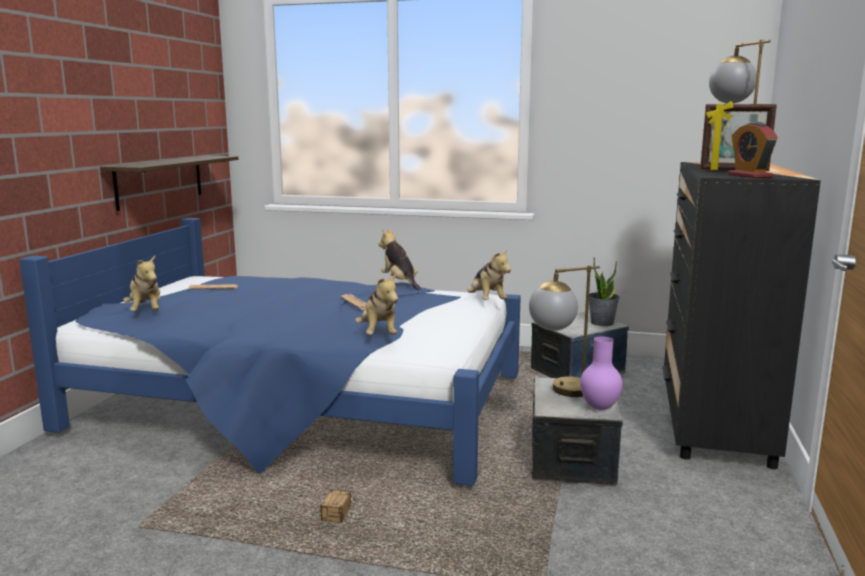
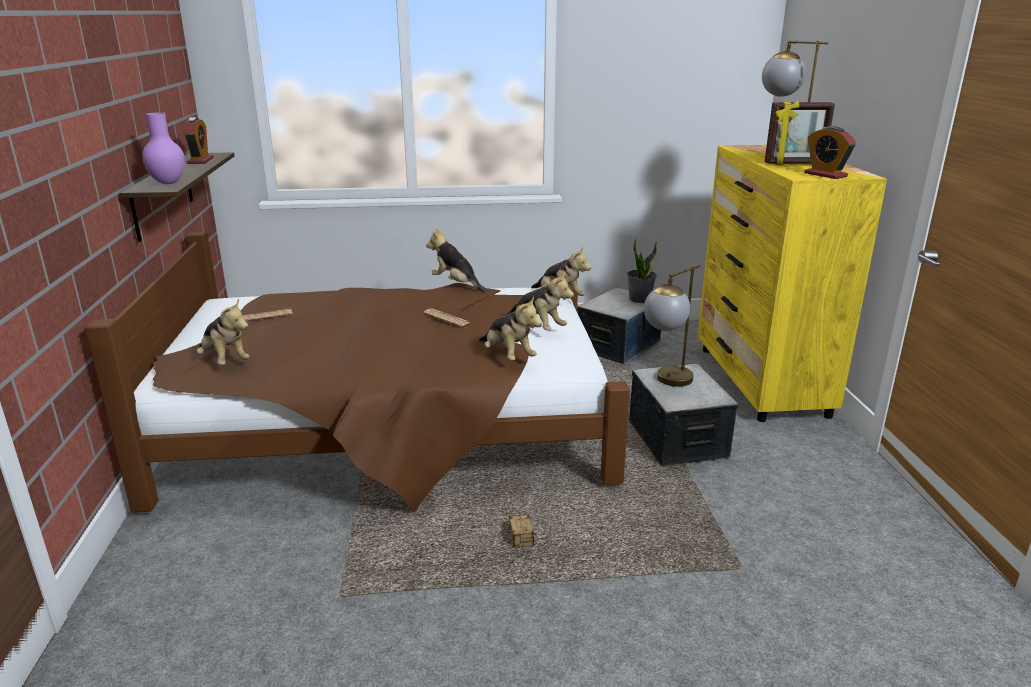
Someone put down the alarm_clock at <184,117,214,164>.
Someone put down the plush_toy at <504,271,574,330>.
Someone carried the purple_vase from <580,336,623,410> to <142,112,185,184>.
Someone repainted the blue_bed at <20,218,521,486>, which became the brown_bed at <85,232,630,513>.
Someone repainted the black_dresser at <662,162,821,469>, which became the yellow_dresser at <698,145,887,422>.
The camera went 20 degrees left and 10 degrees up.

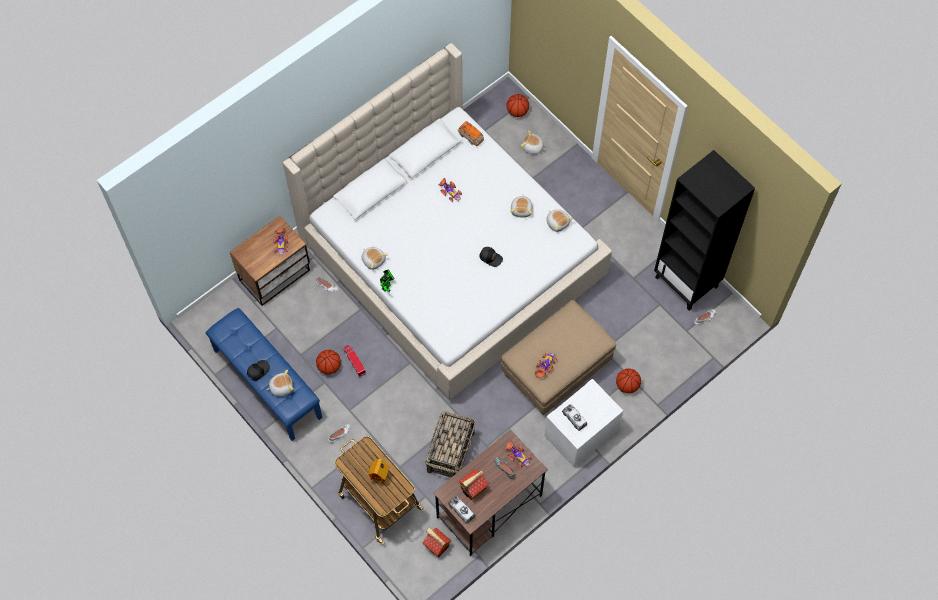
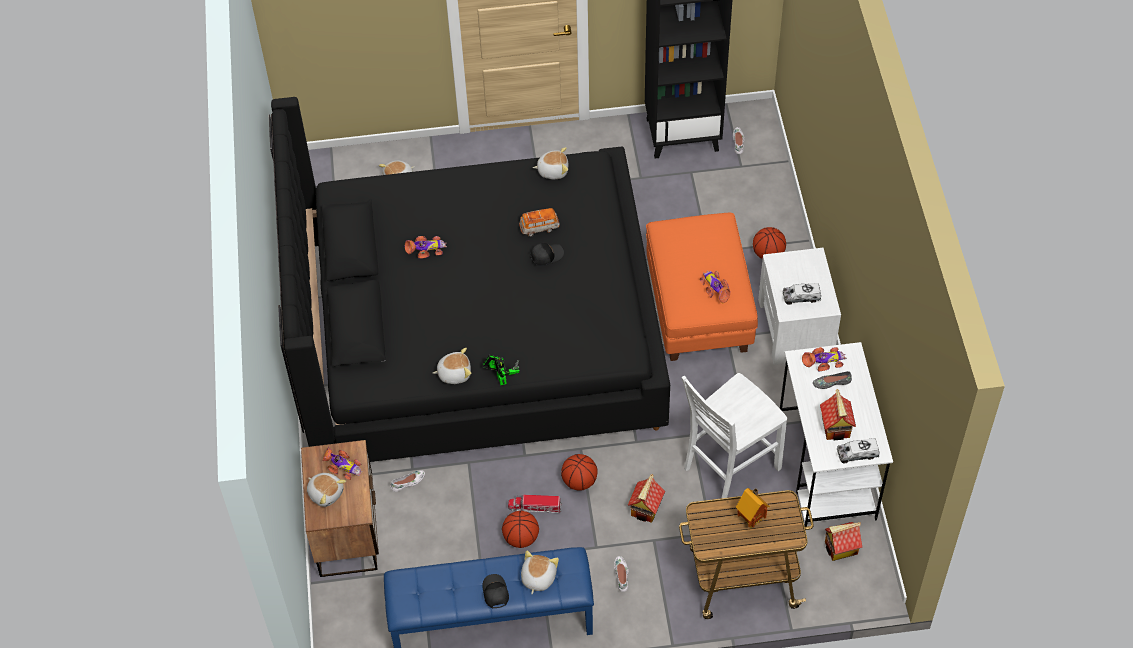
Someone put down the toy_house at <628,474,665,523>.
Someone carried the toy_car from <458,121,484,146> to <519,208,560,237>.
Someone carried the basketball from <506,94,529,117> to <561,454,598,491>.
Someone carried the plush_toy from <510,195,533,218> to <307,473,346,507>.
Someone swapped the basket at <425,411,475,477> for the white_chair at <682,373,788,498>.
Someone repainted the beige_bed at <283,43,612,399>, which became the black_bed at <269,97,670,462>.
Someone repainted the brown_desk at <433,429,548,556>, which became the white_desk at <780,342,893,527>.
Someone repainted the beige_ottoman at <501,300,616,415>, which became the orange_ottoman at <646,213,758,361>.
The camera went 55 degrees left and 10 degrees down.

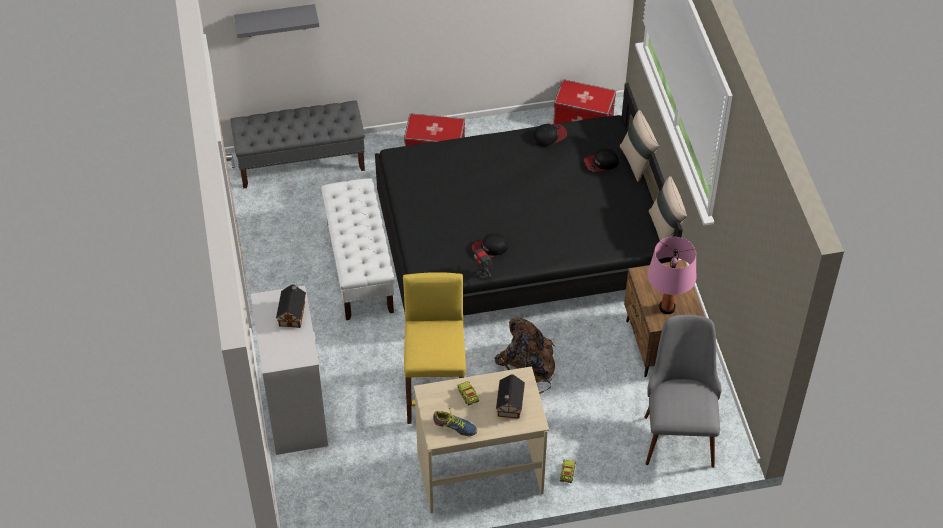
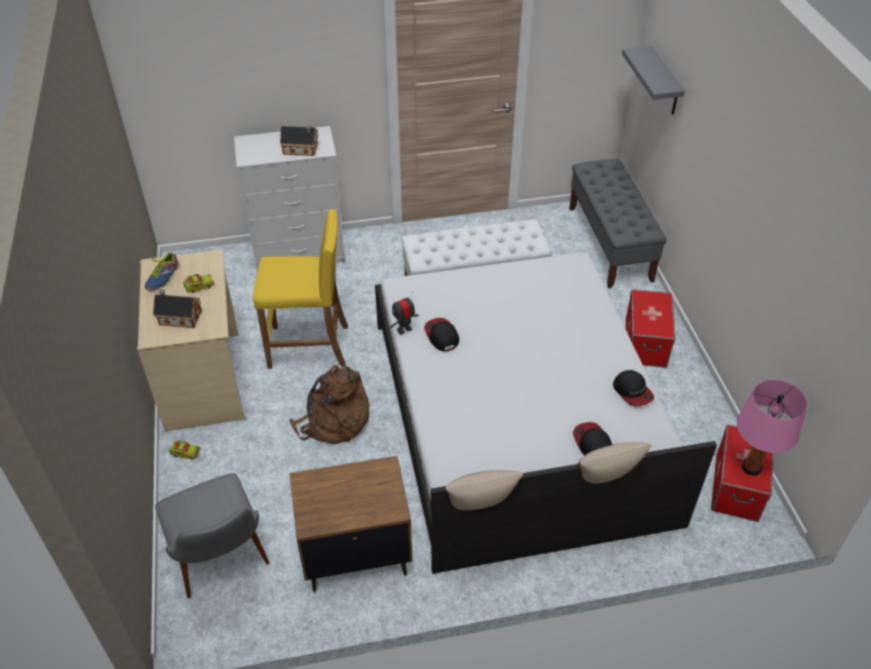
Someone carried the pink_table_lamp from <648,237,696,314> to <737,379,807,476>.
Someone repainted the black_bed at <375,83,683,316>, which became the white_bed at <375,252,717,574>.
Someone rotated the grey_chair at <644,315,721,468> by 60 degrees clockwise.
The camera went 90 degrees right and 5 degrees down.

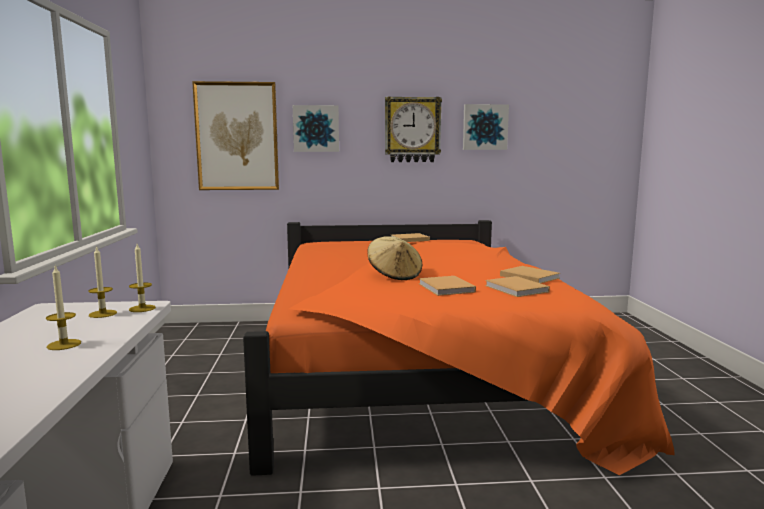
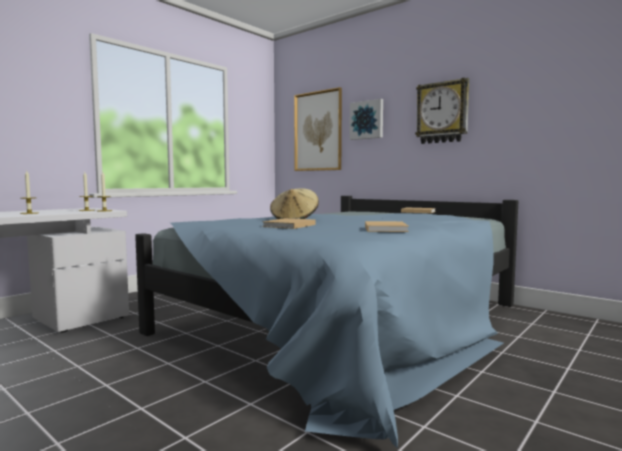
Someone took away the picture at <463,104,509,150>.
Someone took away the beige_book at <485,276,550,297>.
Someone repainted the orange_bed at <243,220,675,476>, which became the blue_bed at <135,196,518,449>.
The camera went 45 degrees right and 5 degrees down.

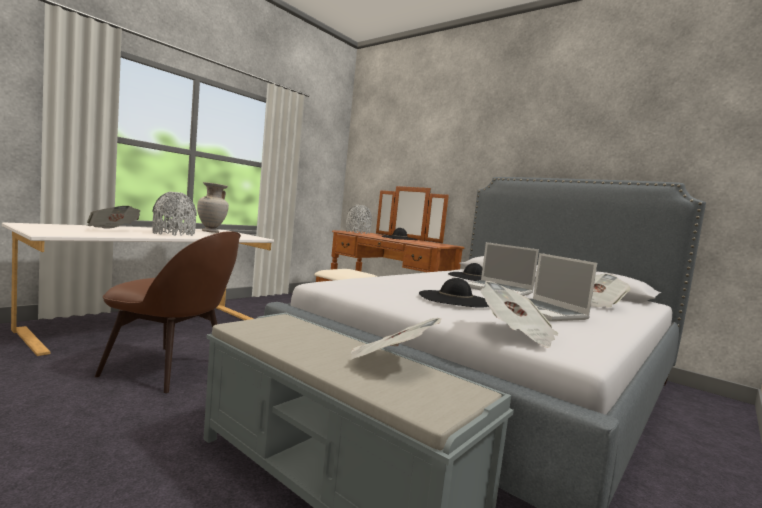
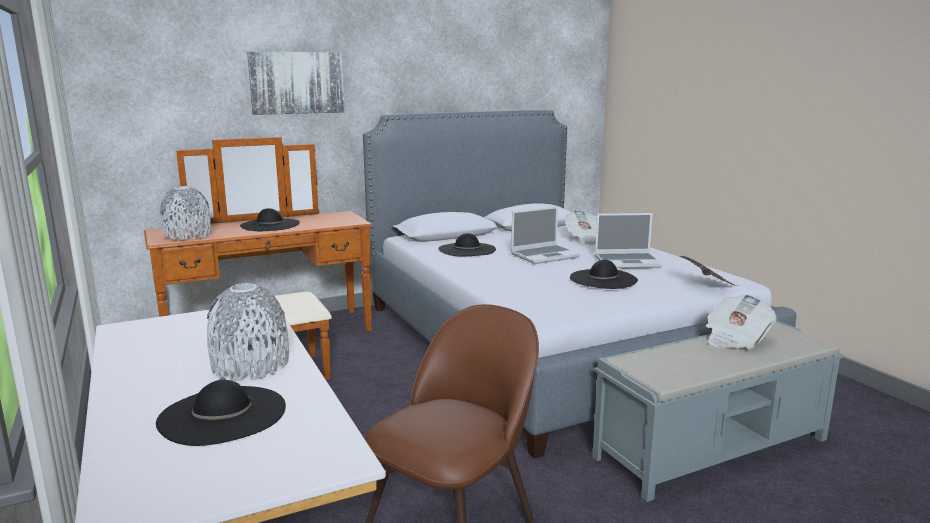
Someone took away the beige_vase at <197,182,229,233>.
Someone put up the picture at <247,51,345,115>.
Someone swapped the newspaper at <87,206,140,229> for the black_hat at <156,380,286,446>.
The camera went 65 degrees left and 10 degrees up.

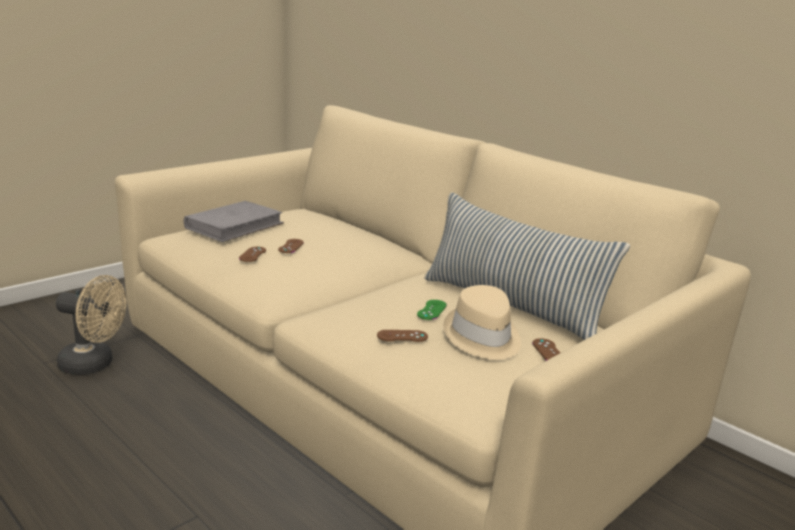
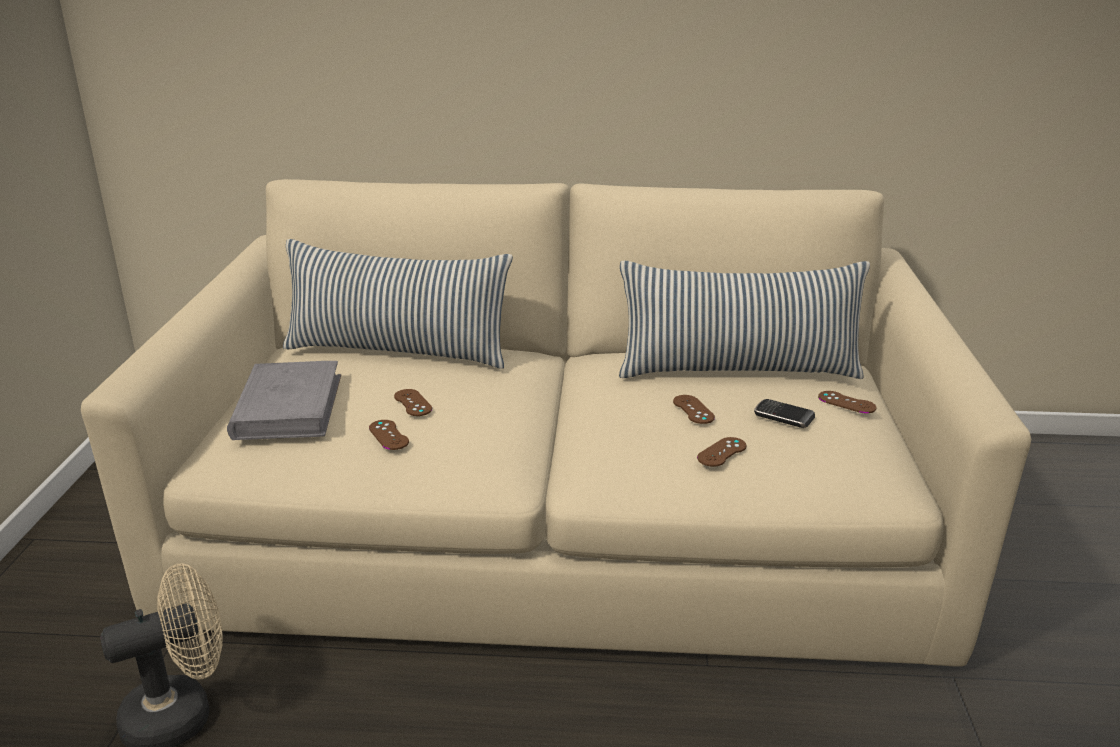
Someone put down the pillow at <283,239,513,369>.
Someone swapped the beige_hat at <443,285,521,360> for the phone at <754,399,815,428>.
Someone repainted the green_game_controller at <417,300,447,320>, which became the brown_game_controller at <673,395,715,424>.
The camera went 40 degrees left and 5 degrees up.

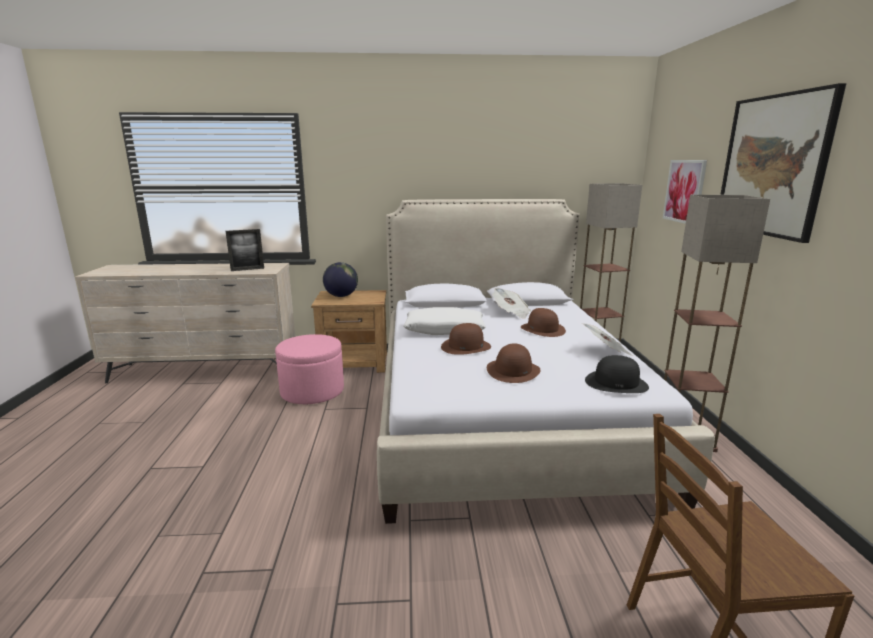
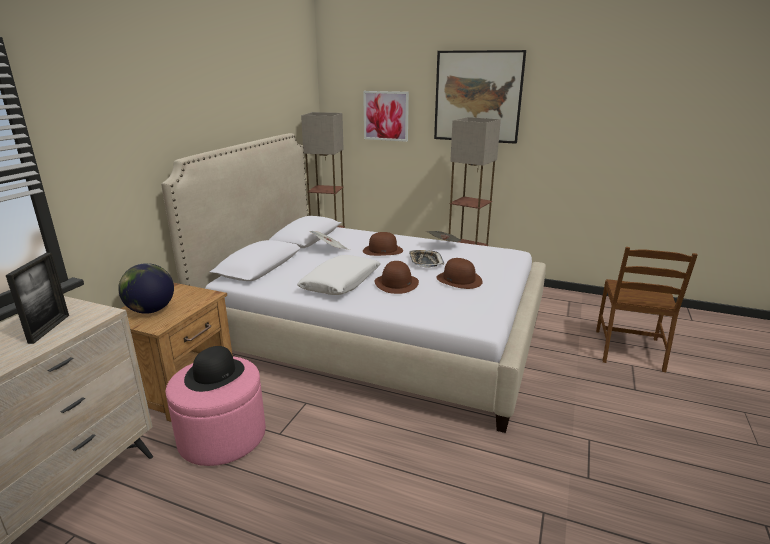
Someone put down the tray at <409,250,444,268>.
Someone carried the black_hat from <585,355,649,393> to <184,346,244,392>.
The camera went 65 degrees left and 5 degrees up.

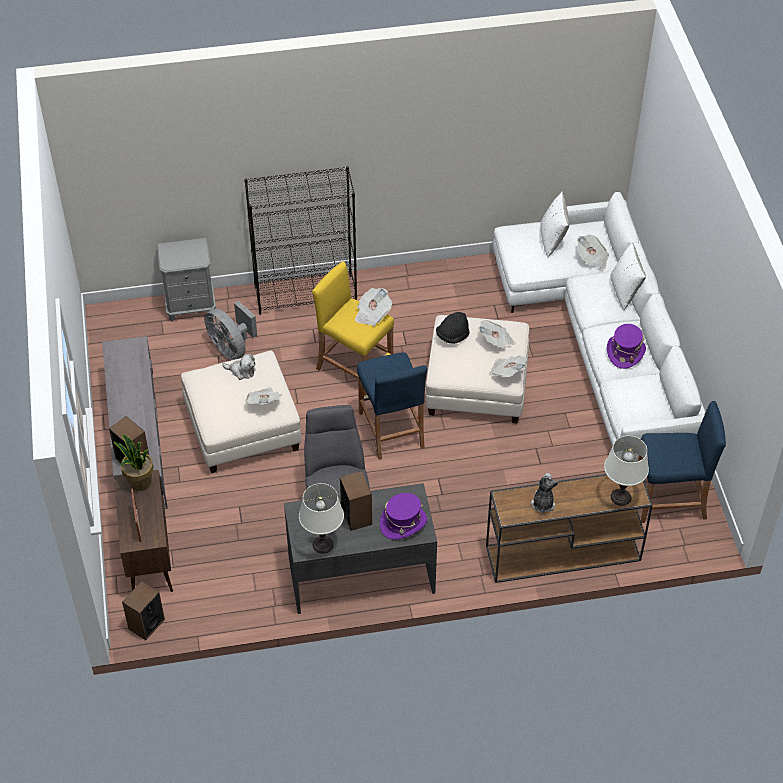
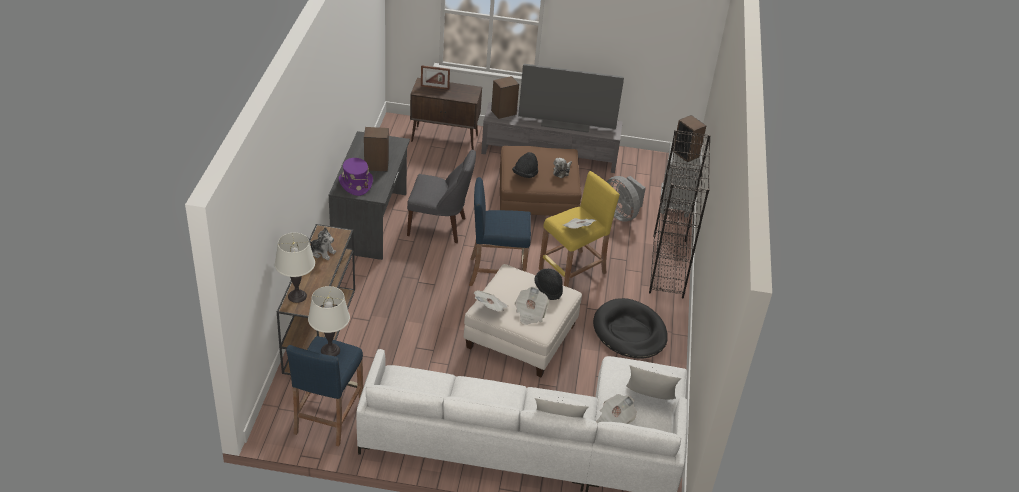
Someone took away the potted_plant at <113,435,154,491>.
Someone took away the purple_hat at <607,324,646,369>.
Someone put down the television at <518,64,624,133>.
Someone put down the black_dog_bed at <593,298,668,358>.
Someone carried the speaker from <122,581,165,640> to <673,115,706,162>.
Someone carried the white_table_lamp from <299,483,344,553> to <308,286,350,356>.
Someone swapped the newspaper at <245,387,282,405> for the black_hat at <512,152,538,178>.
Someone repainted the white_ottoman at <181,351,301,474>, which became the brown_ottoman at <500,146,582,216>.
Someone rotated the grey_fan at <204,301,257,360> by 105 degrees counterclockwise.
The camera went 105 degrees right and 10 degrees down.

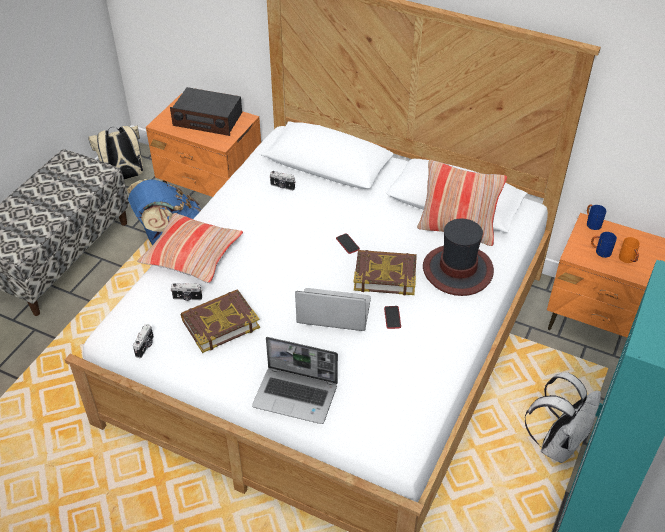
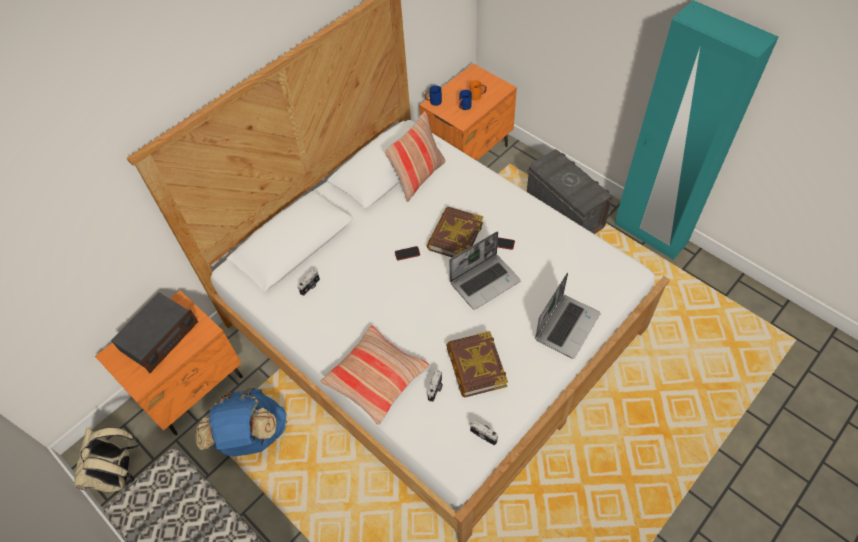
Someone took away the hat at <423,219,494,296>.
Someone swapped the white_backpack at <525,372,601,463> for the grey_storage_box at <527,149,614,234>.
Someone rotated the laptop at <295,288,371,331> by 150 degrees counterclockwise.
The camera went 70 degrees left and 10 degrees up.

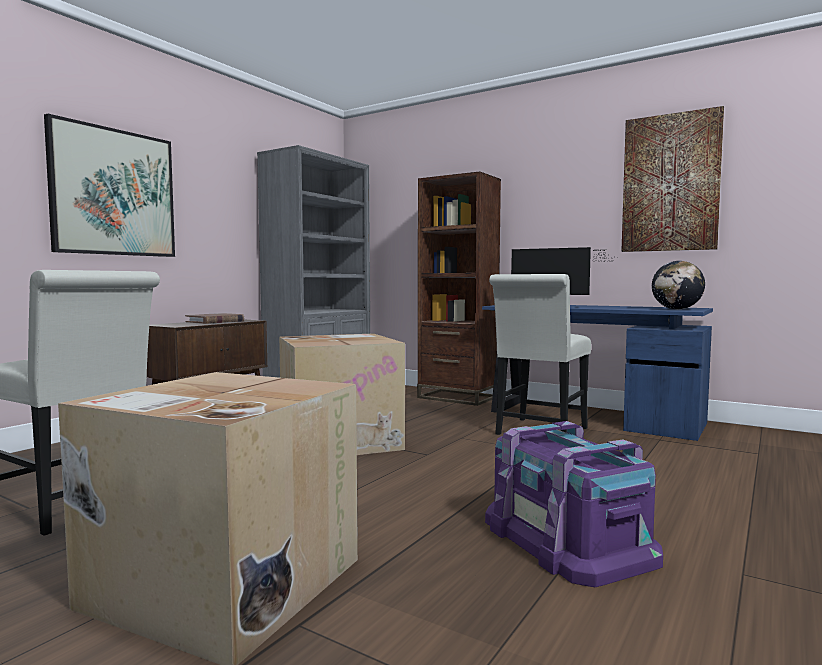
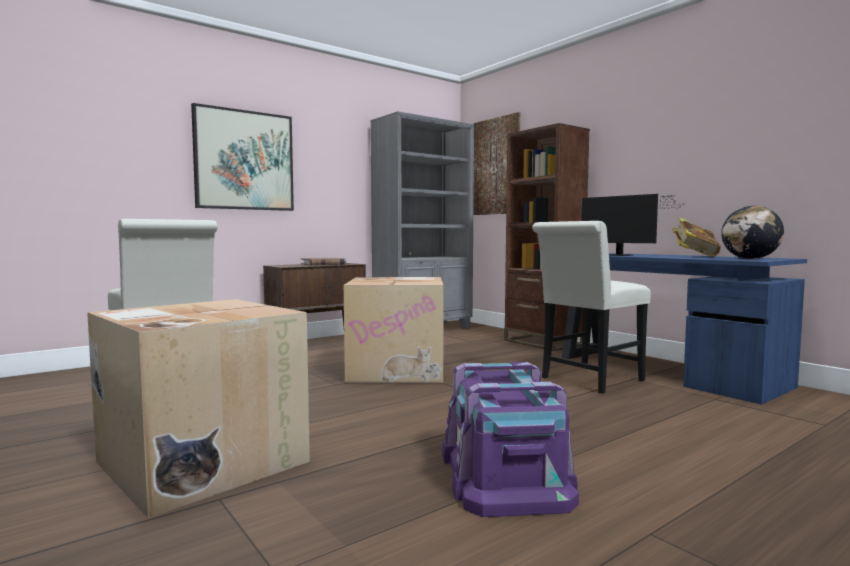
Someone put down the book at <672,218,721,257>.
Someone carried the picture from <621,106,724,252> to <473,112,520,215>.
The camera went 20 degrees right and 0 degrees up.

